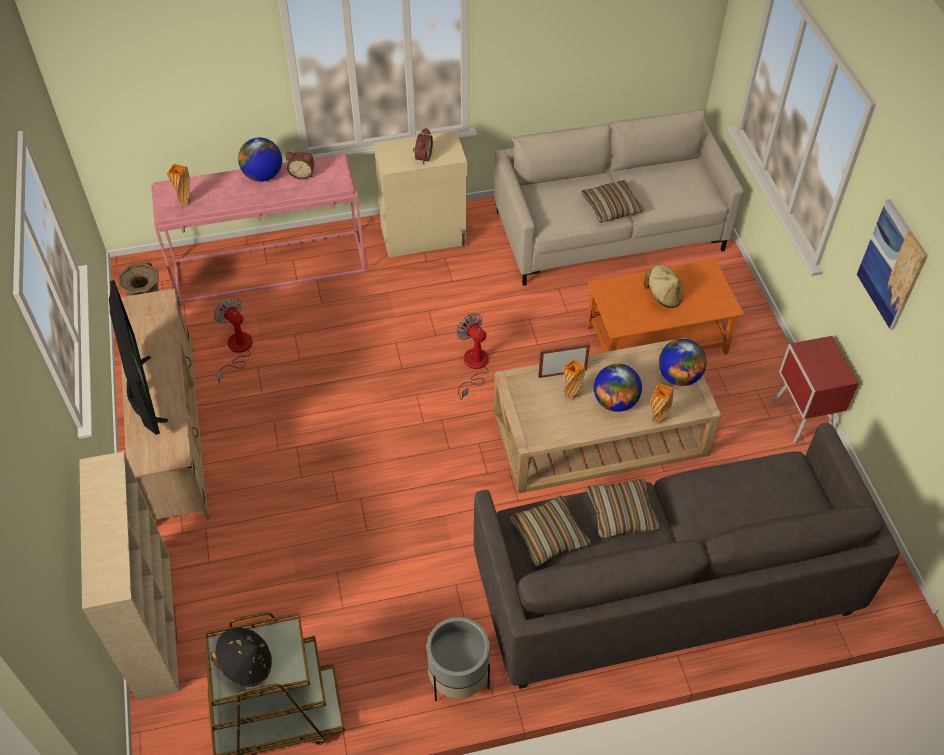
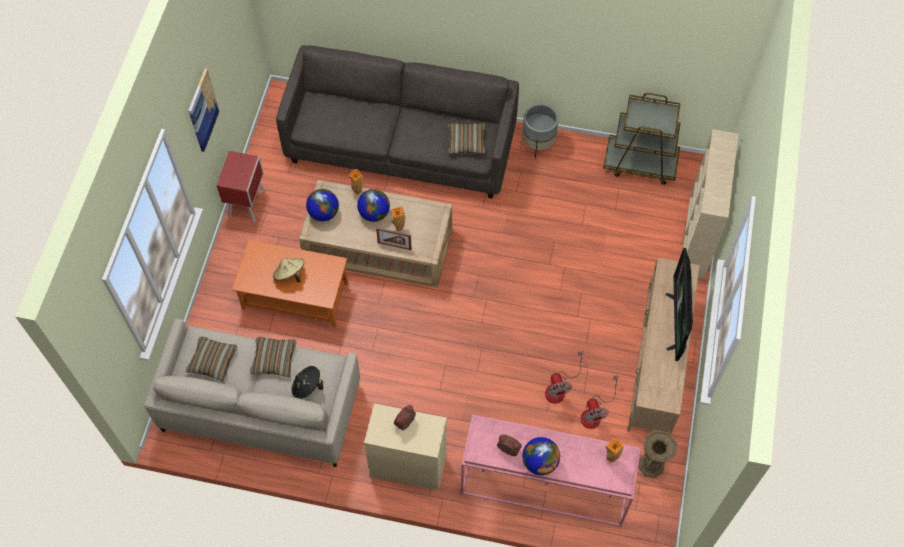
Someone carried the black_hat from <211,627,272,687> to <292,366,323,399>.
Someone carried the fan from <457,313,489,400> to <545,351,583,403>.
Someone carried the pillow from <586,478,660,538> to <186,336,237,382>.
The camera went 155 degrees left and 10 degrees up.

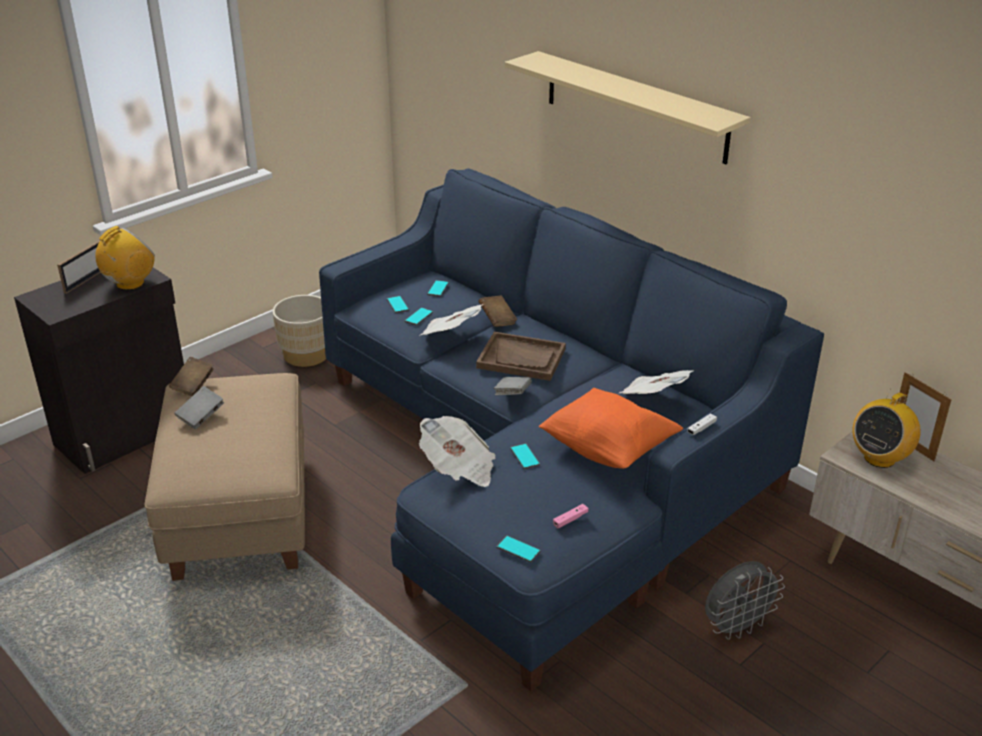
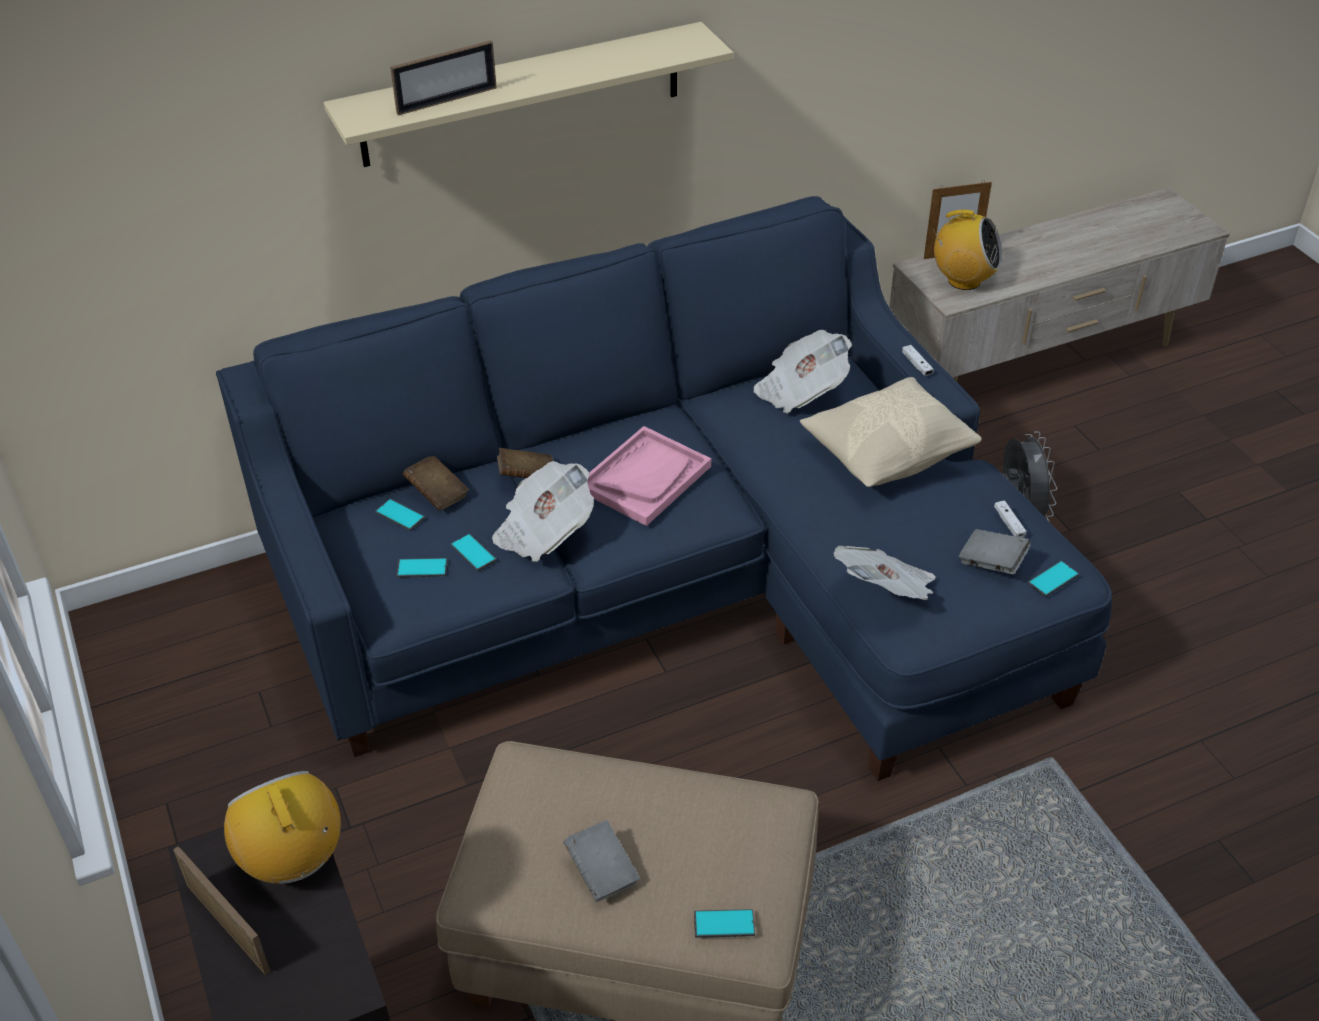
Someone took away the beige_planter at <273,295,326,367>.
Someone put down the picture_frame at <390,40,497,116>.
Someone carried the brown_book from <169,357,214,396> to <403,456,469,511>.
Someone carried the grey_book from <494,377,532,395> to <959,529,1031,574>.
Someone carried the phone from <510,443,540,469> to <694,909,755,938>.
Someone repainted the brown_tray at <476,332,566,381>, which became the pink_tray at <587,426,711,526>.
Someone repainted the orange_pillow at <539,388,683,469>, which became the beige_pillow at <800,377,982,487>.
Someone repainted the pink_game_controller at <553,504,589,529>, which became the white_game_controller at <994,500,1027,538>.
Someone rotated the radio at <852,389,921,468> by 45 degrees counterclockwise.
The camera went 70 degrees left and 10 degrees up.

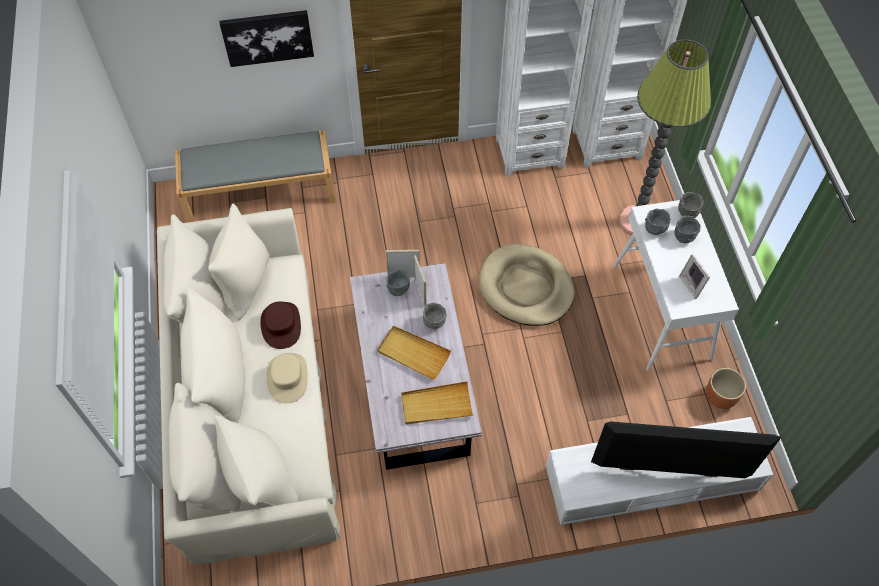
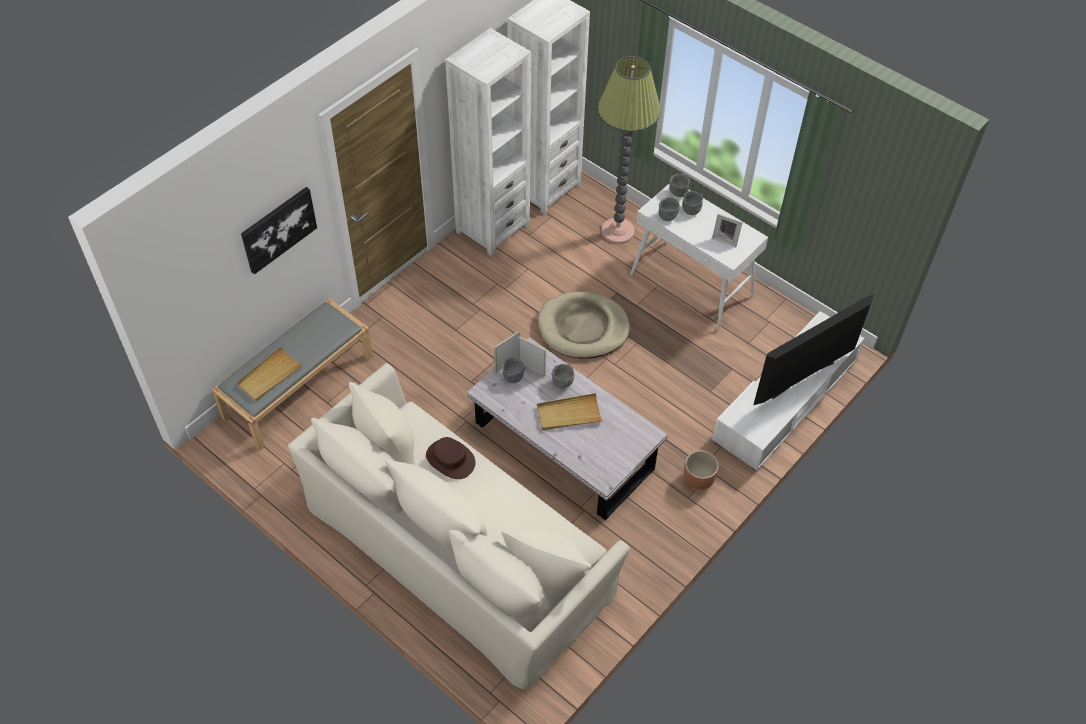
Someone took away the beige_hat at <266,353,308,403>.
Someone carried the beige_tray from <401,381,473,425> to <237,346,303,402>.
Someone carried the brown_planter from <706,368,746,409> to <684,450,719,490>.
The camera went 40 degrees left and 5 degrees down.

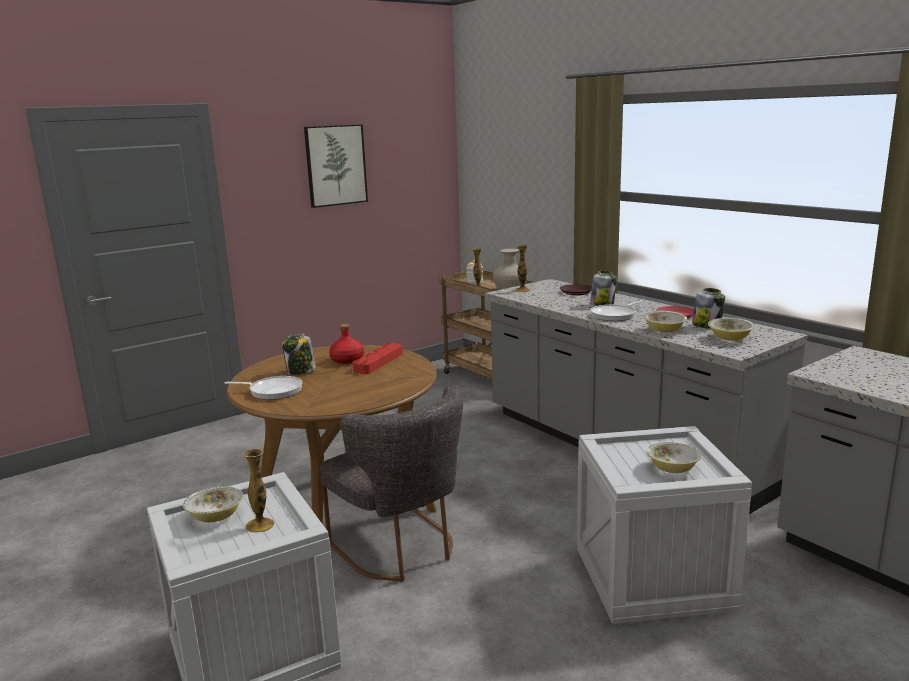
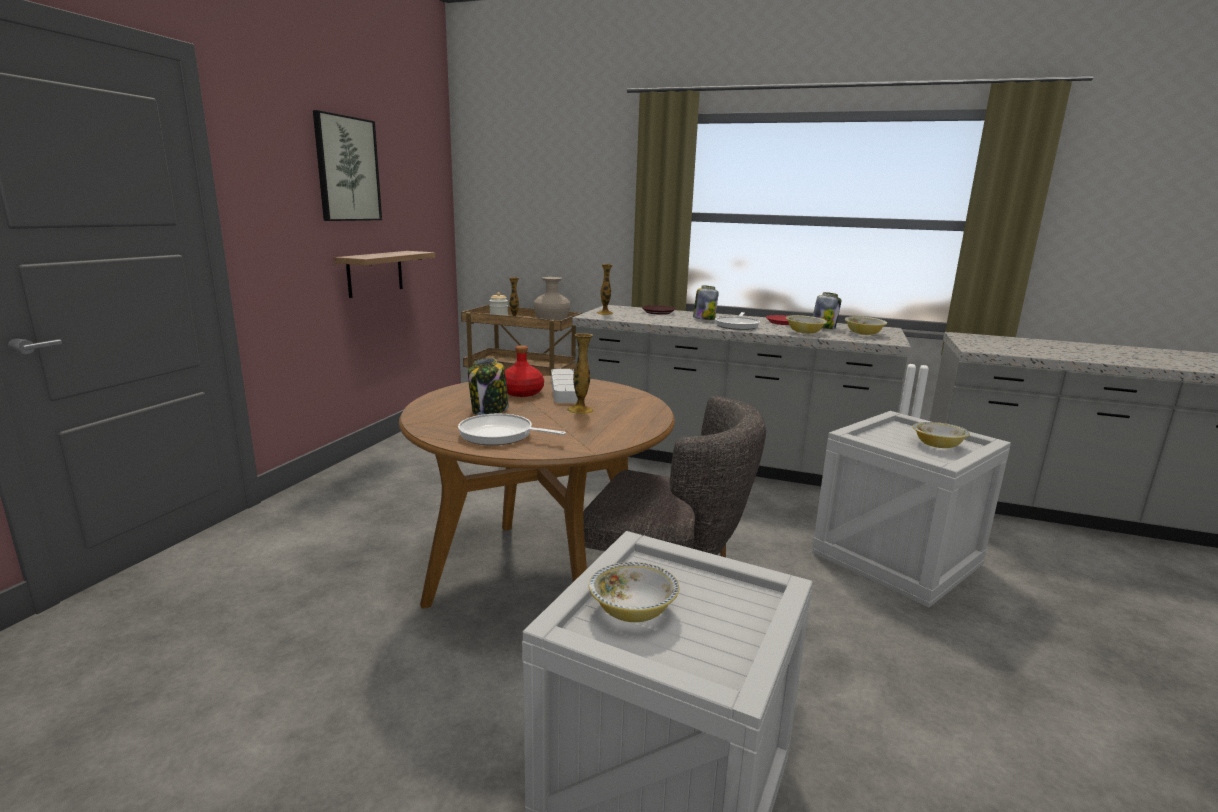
Someone put up the shelf at <334,251,435,298>.
Someone carried the vase from <243,449,275,533> to <567,333,593,414>.
Someone repainted the red_tray at <353,343,403,374>, which became the grey_tray at <551,369,578,403>.
Someone rotated the frying_pan at <225,376,303,400> by 135 degrees counterclockwise.
The camera went 35 degrees left and 0 degrees up.

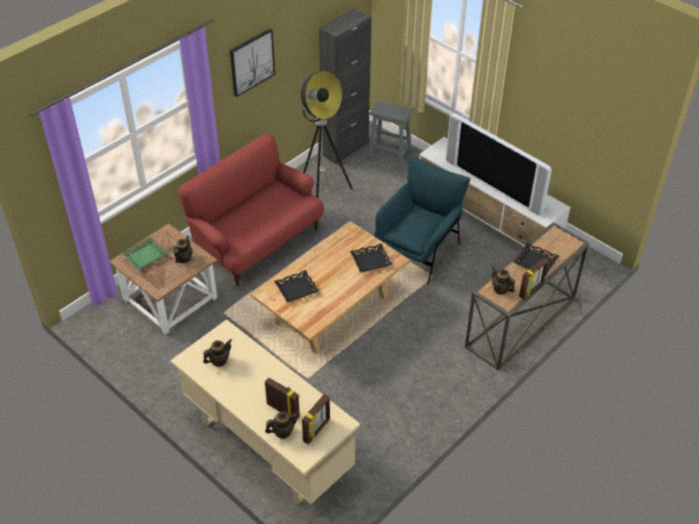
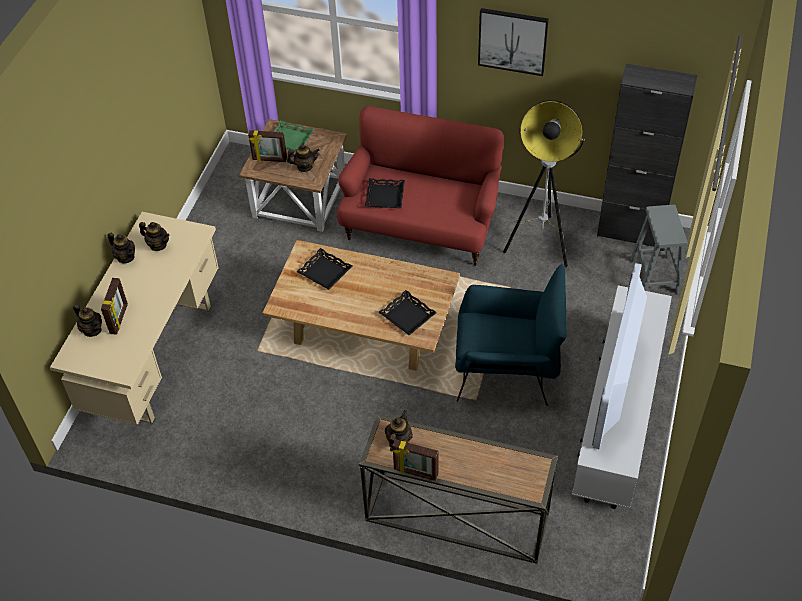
Someone put down the teapot at <108,233,135,263>.
Someone carried the picture_frame from <302,394,330,445> to <248,130,287,162>.
Someone carried the black_tray from <513,242,559,276> to <365,178,405,208>.
The camera went 65 degrees right and 5 degrees up.

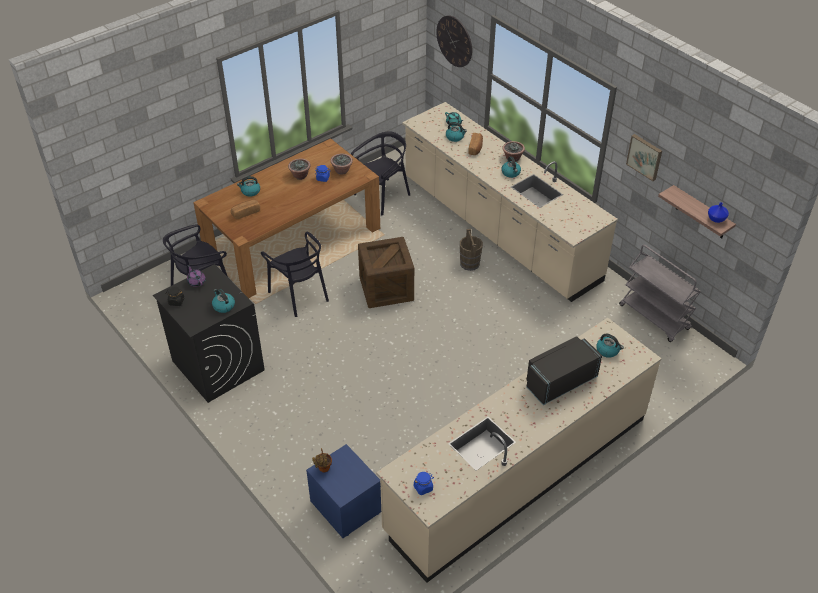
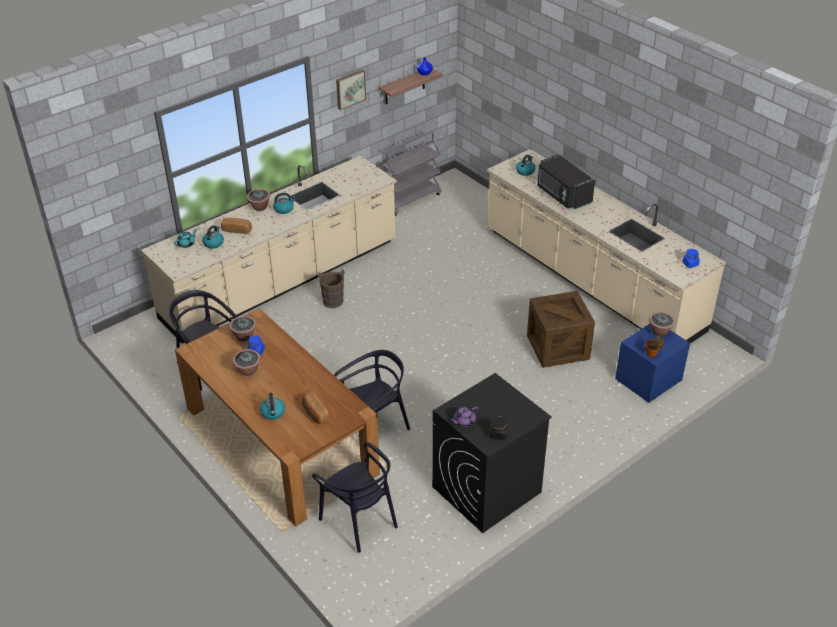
Someone took away the kettle at <212,289,235,313>.
Someone took away the wall_clock at <436,15,472,67>.
Someone put down the potted_plant at <649,312,675,336>.
Someone carried the crate from <358,237,414,308> to <527,291,595,368>.
The camera went 90 degrees left and 5 degrees down.

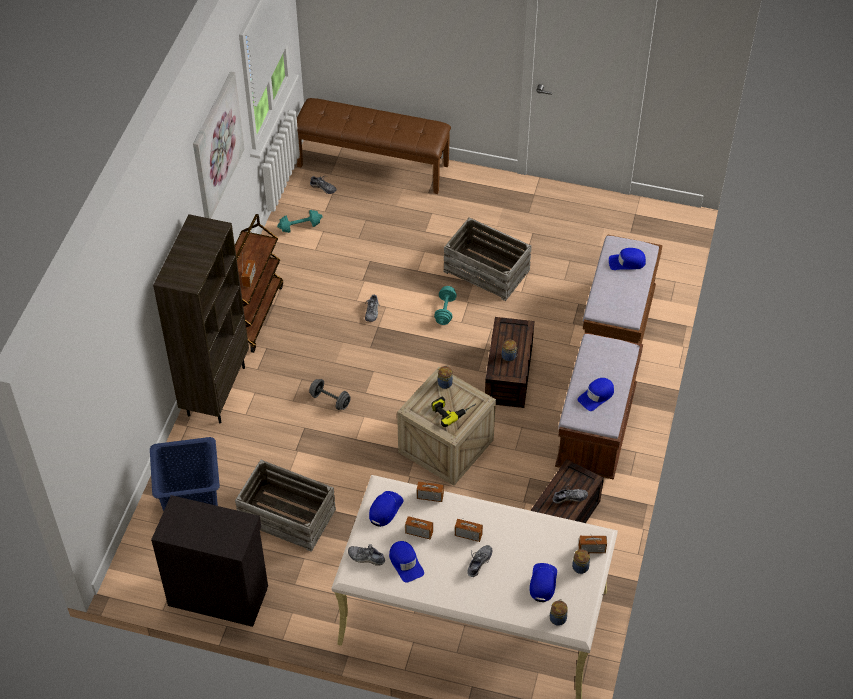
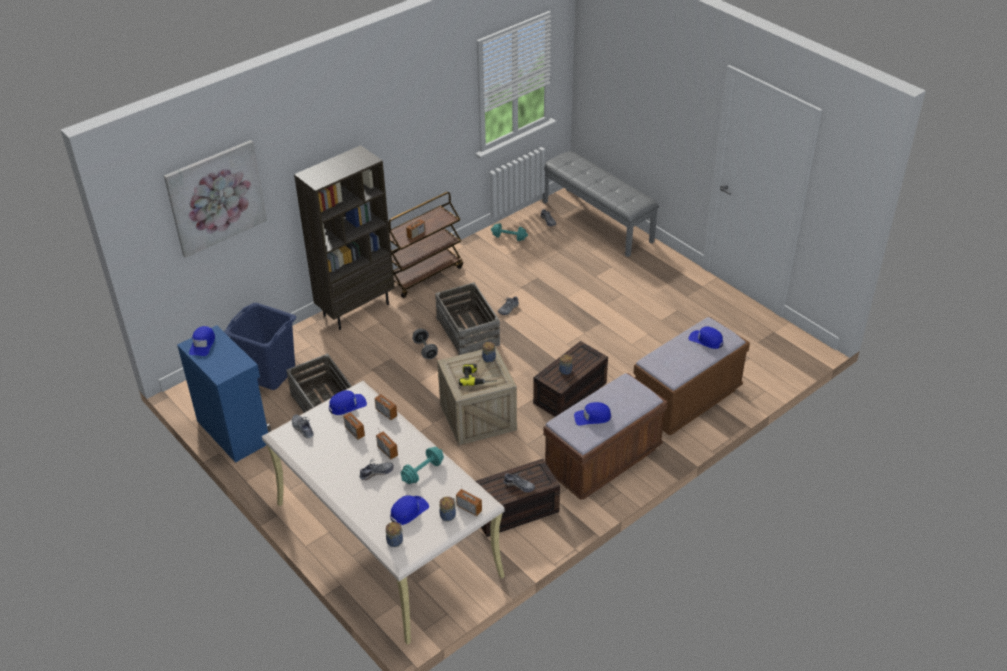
Someone carried the picture from <193,72,245,219> to <164,140,267,258>.
Someone carried the blue_cap from <389,541,424,583> to <189,326,215,356>.
Someone carried the turquoise_dumbbell from <434,286,457,325> to <401,447,444,484>.
Someone carried the crate from <443,217,532,301> to <435,282,500,355>.
Someone repainted the black_cabinet at <151,495,268,627>, which became the blue_cabinet at <177,325,271,463>.
Someone repainted the brown_bench at <297,98,451,194>, which became the grey_bench at <543,151,659,257>.
The camera went 35 degrees right and 10 degrees down.

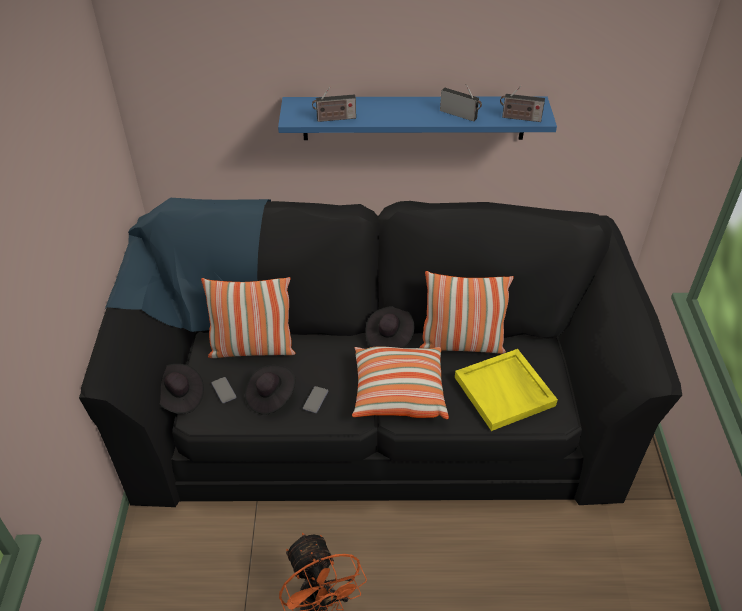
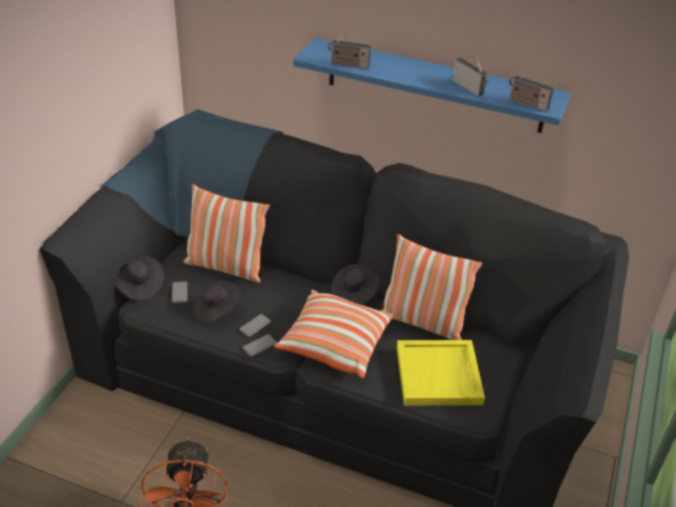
Someone put down the phone at <243,334,277,357>.
The camera went 20 degrees right and 5 degrees down.

